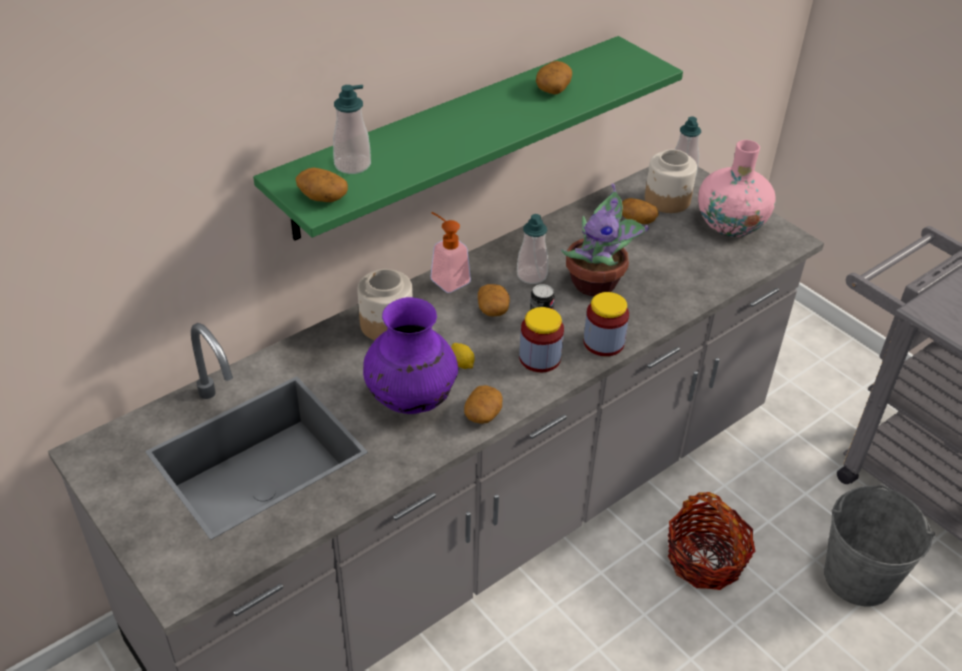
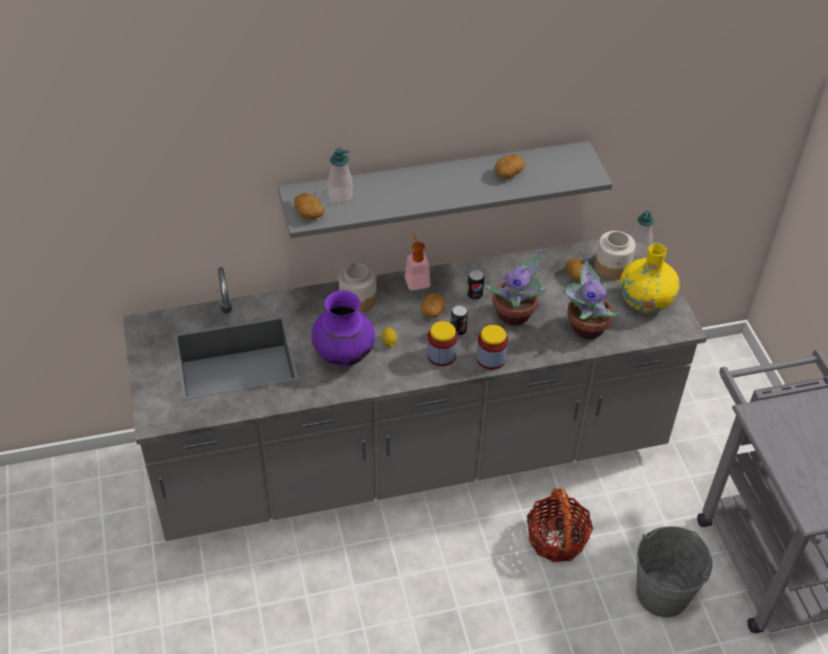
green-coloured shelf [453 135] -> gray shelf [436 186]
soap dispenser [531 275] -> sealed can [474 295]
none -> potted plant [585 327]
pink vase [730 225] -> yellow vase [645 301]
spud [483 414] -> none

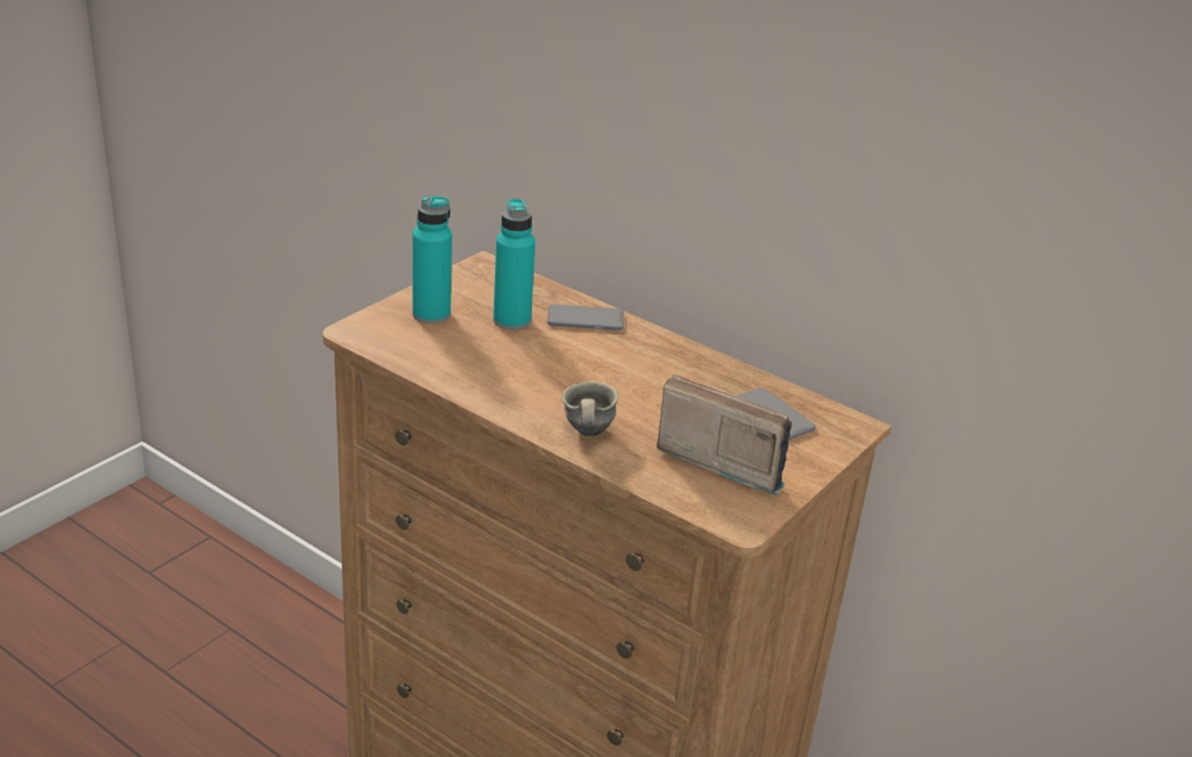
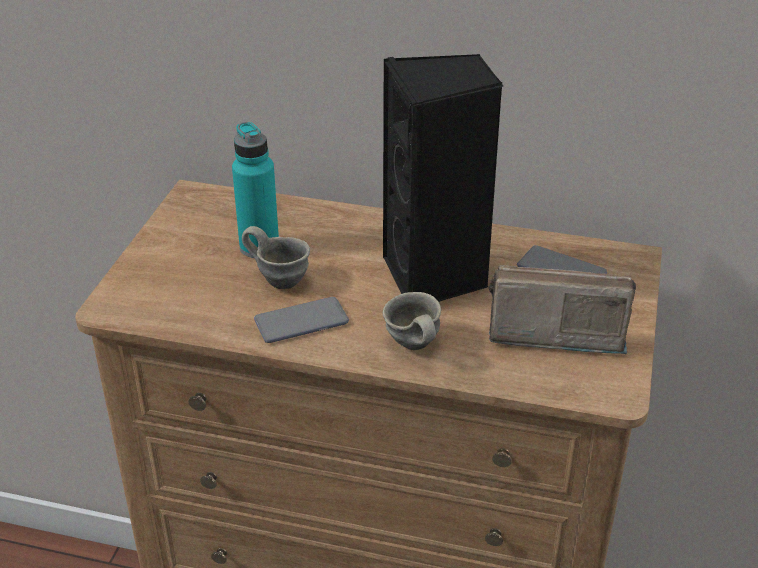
none -> gray mug [281 279]
handset [585 319] -> handset [301 322], relocated
none -> blackish audio speaker [435 278]
turquoise beverage bottle [431 315] -> none

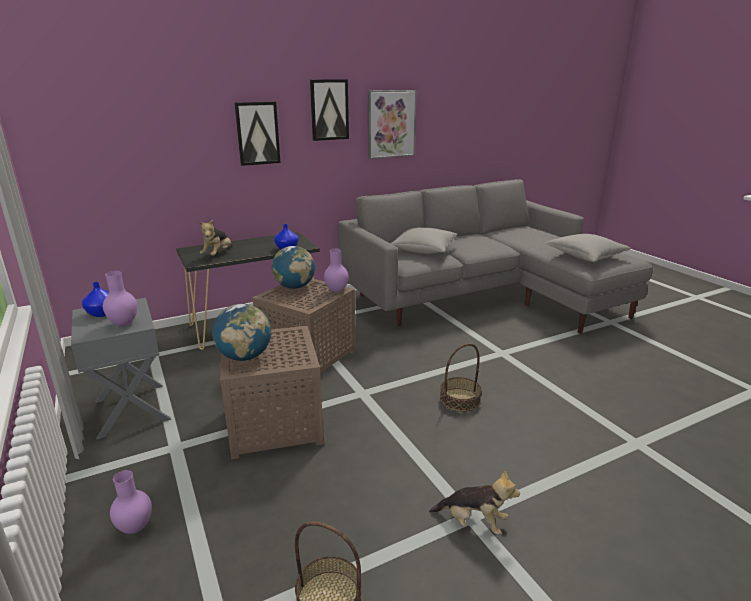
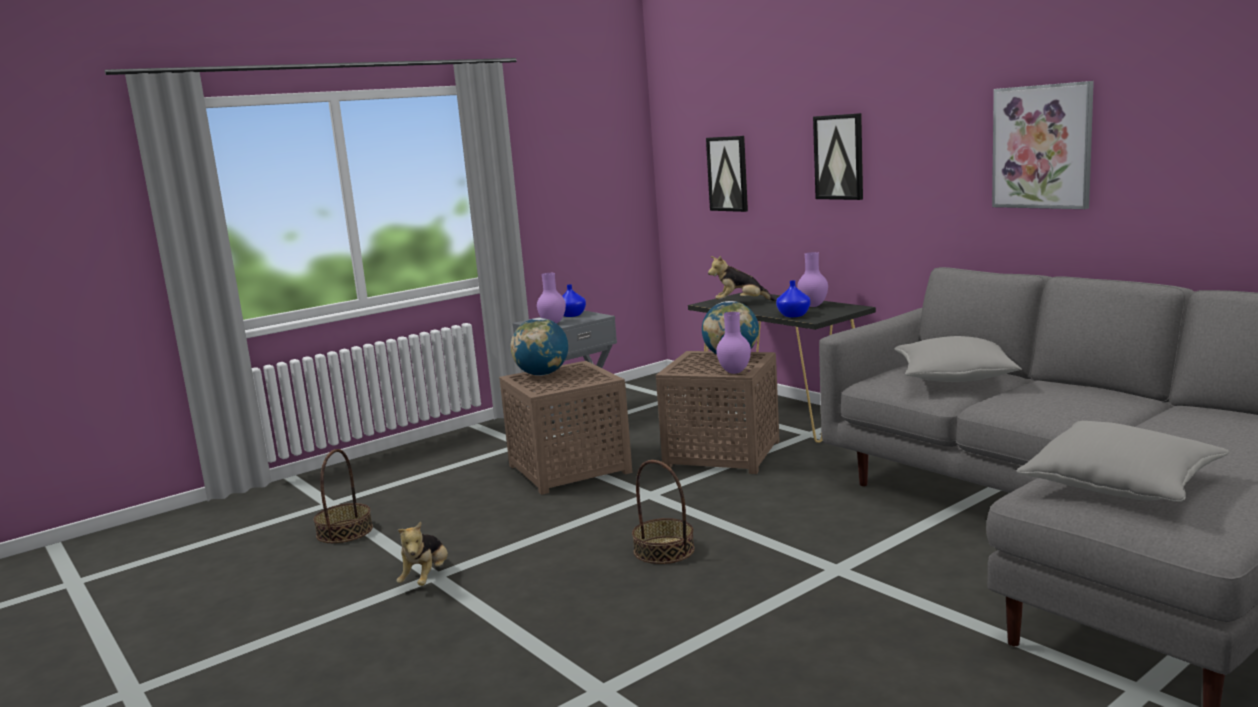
picture [329 110] -> picture [728 173], relocated
purple vase [135 527] -> purple vase [813 306], relocated

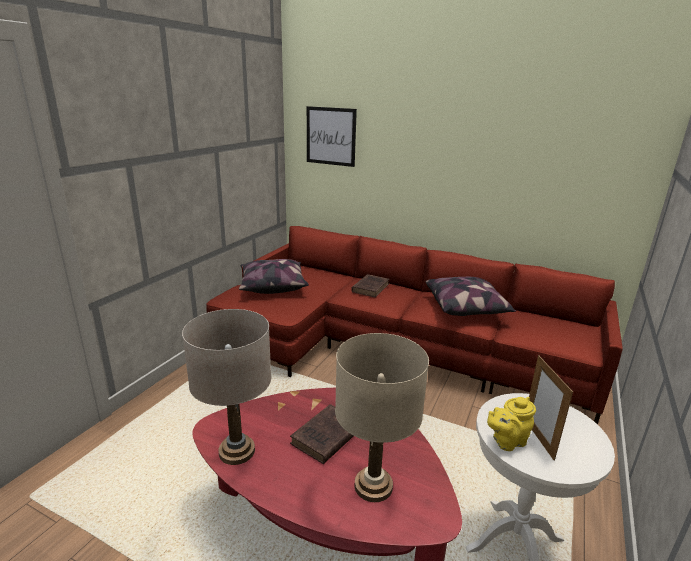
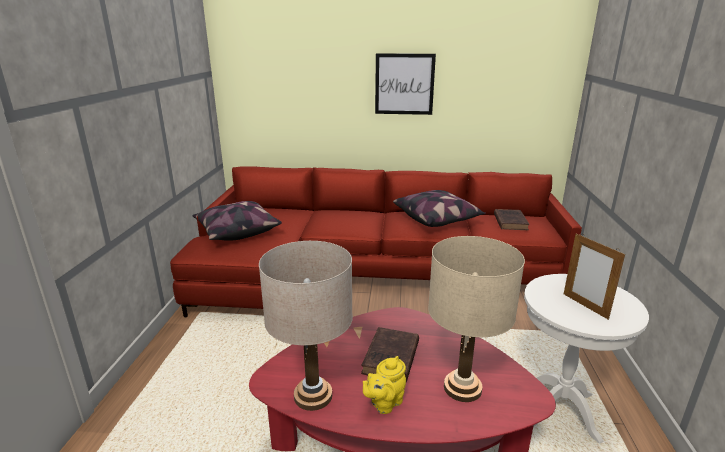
yellow pot for tea [506 441] -> yellow pot for tea [384 403], relocated
picture [331 136] -> picture [404 84], relocated
brown-coloured book [371 287] -> brown-coloured book [510 221], relocated

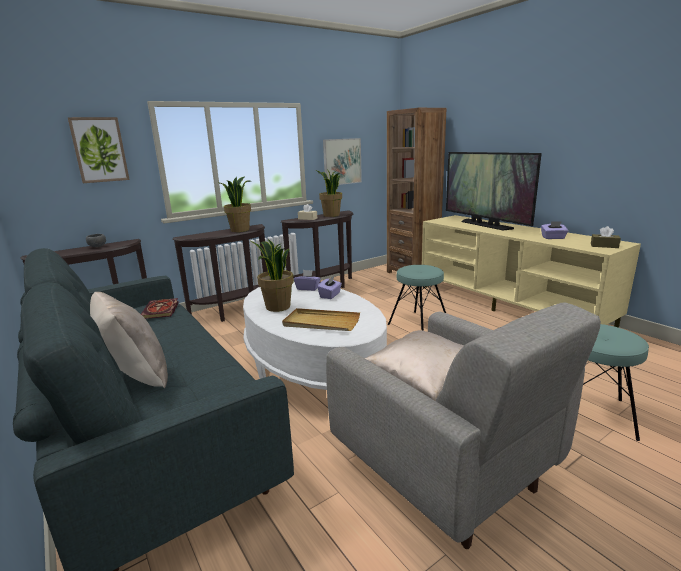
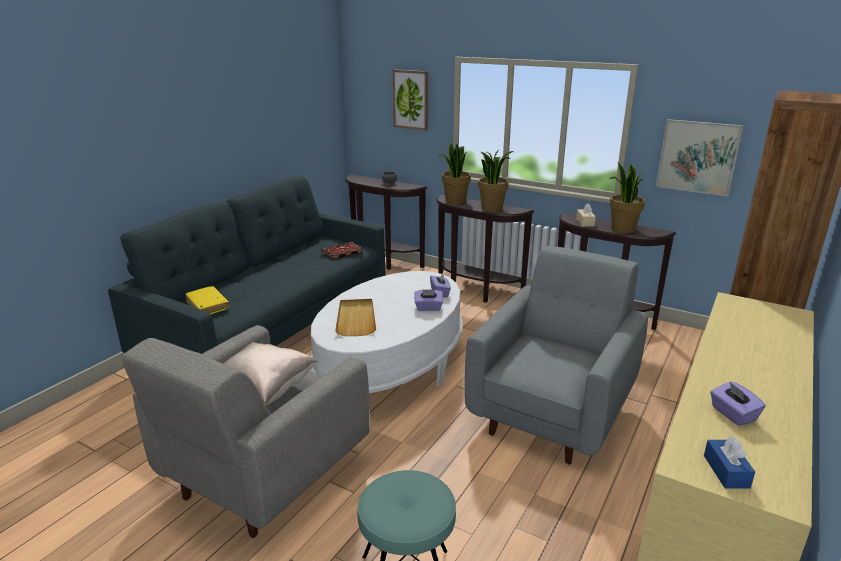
none -> yellow book [208 306]
potted plant [277 307] -> potted plant [455 201], relocated
turquoise stool seat [418 324] -> gray armchair [553 413]
brown-coloured tissue box [604 246] -> bluish tissue box [726 471]
sand-coloured throw pillow [136 375] -> none
television [485 225] -> none

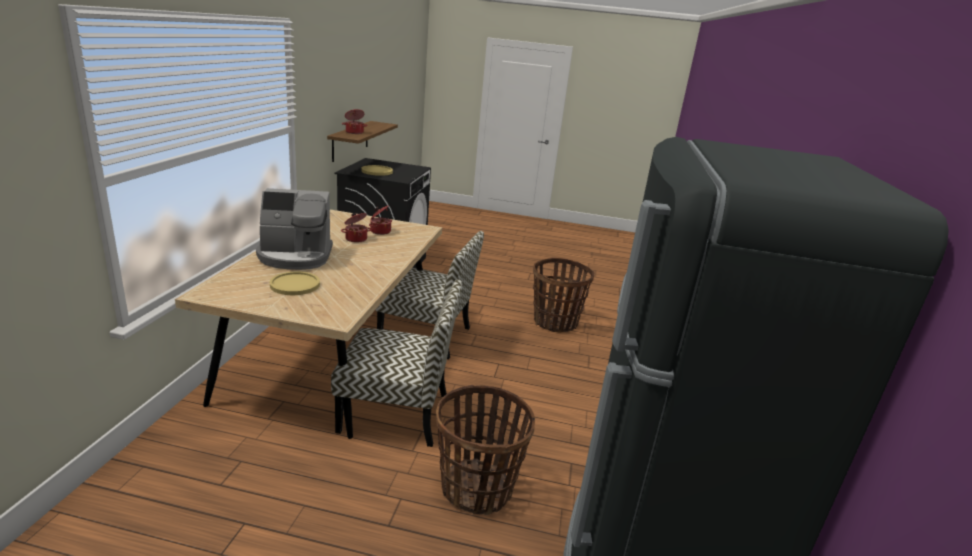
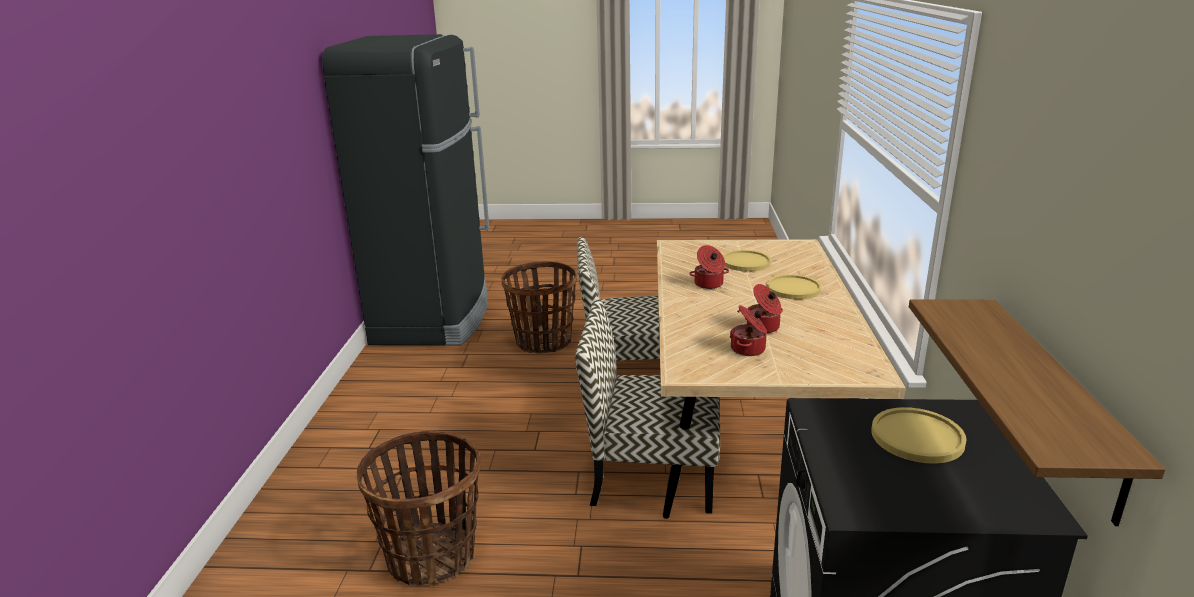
saucepot [354 132] -> saucepot [709 284], relocated
coffee maker [295 256] -> yellow dinner plate [793 288]

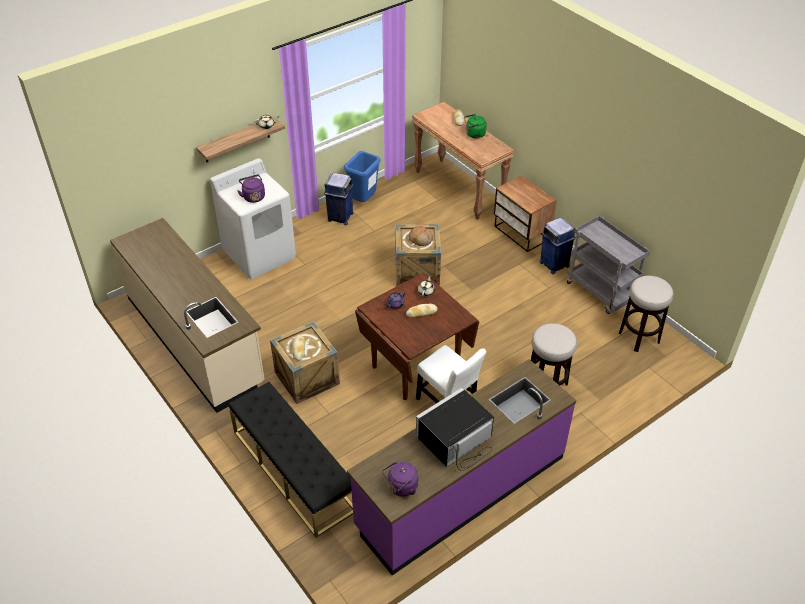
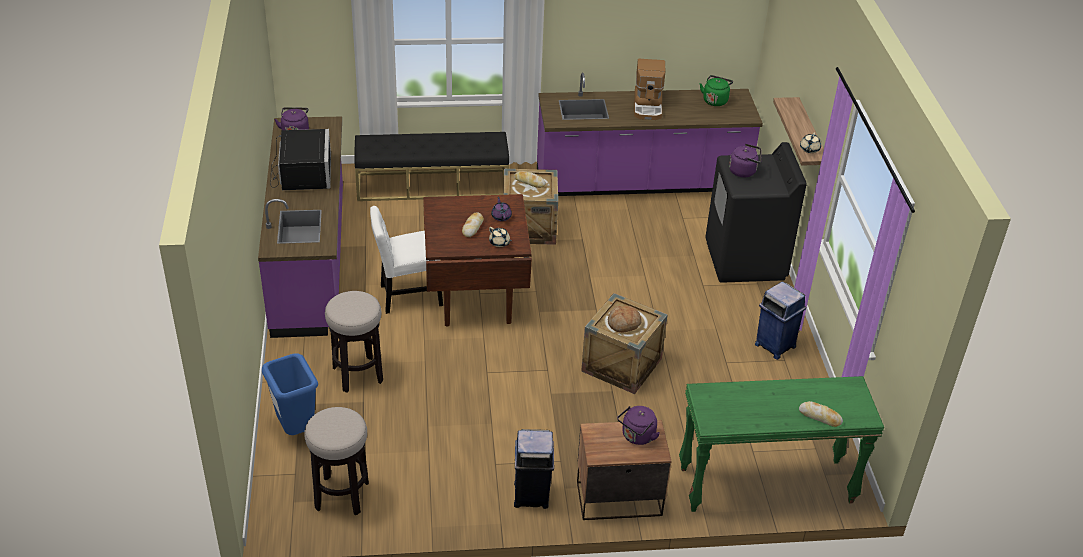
bluish trash can [363 201] -> bluish trash can [296 430], relocated
sand-coloured counter [195 340] -> purple counter [641 183]
none -> purple tea kettle [637 437]
none -> coffee maker [648 106]
brown-coloured narrow table [459 188] -> green-coloured narrow table [765 486]
green-coloured tea kettle [474 134] -> green-coloured tea kettle [715 100], relocated
whitish laundry appliance [260 254] -> blackish laundry appliance [745 260]
gray cart [601 292] -> none

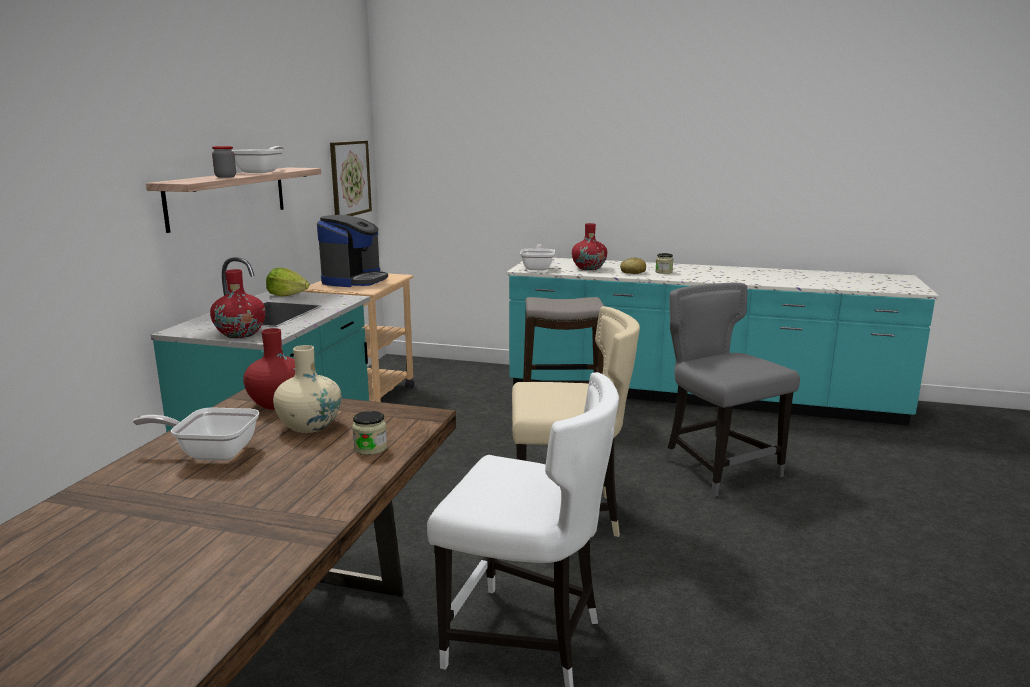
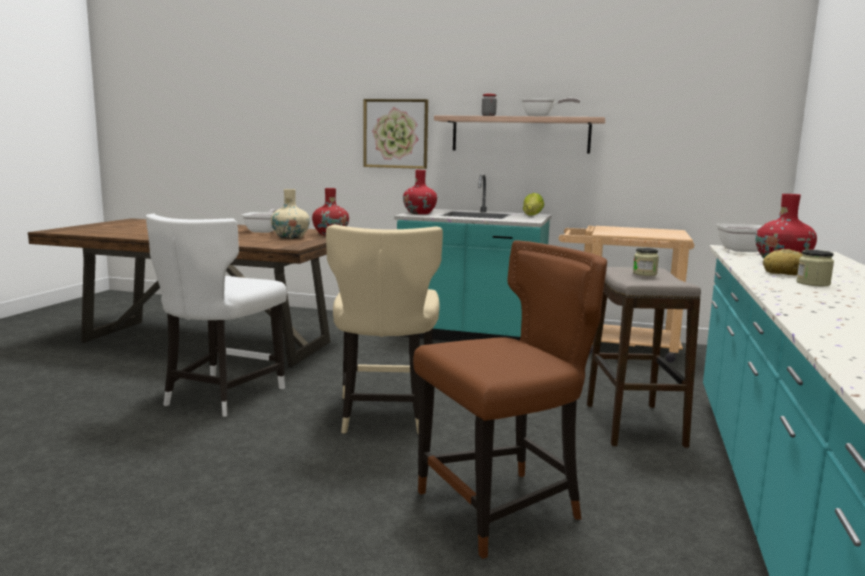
picture [350 178] -> picture [395 133], relocated
gray upright chair [718 468] -> brown-coloured upright chair [503 508]
jar [370 448] -> jar [644 274], relocated
coffee maker [354 280] -> none

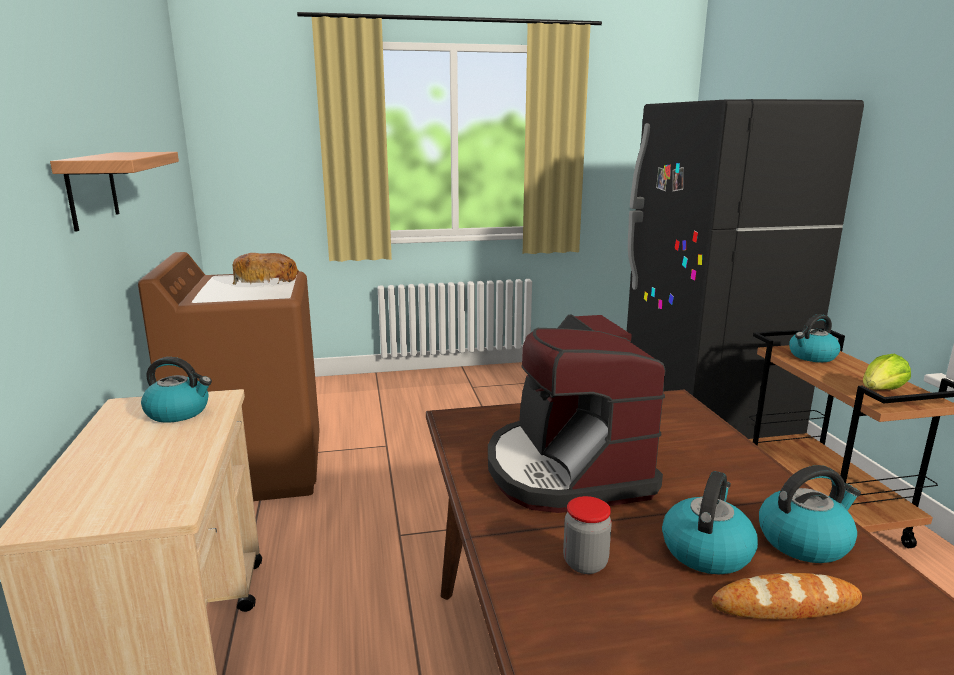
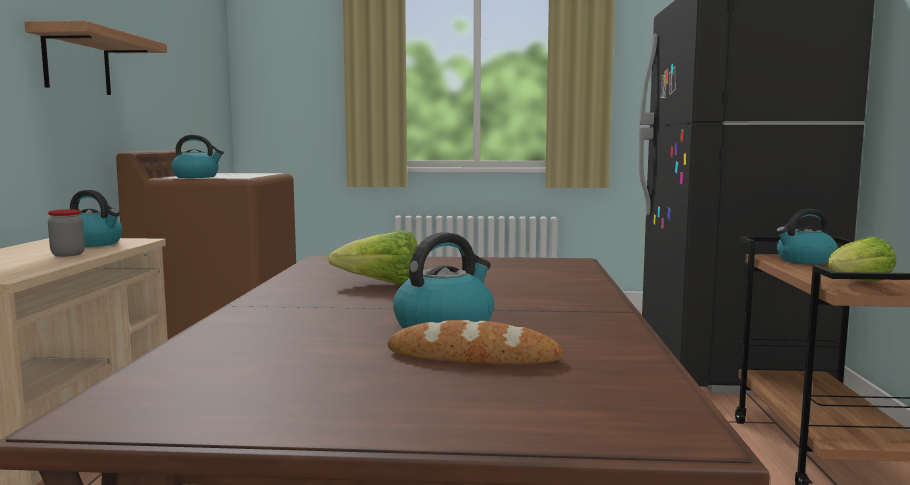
jar [585 563] -> jar [68 254], relocated
tea kettle [804 541] -> tea kettle [197 177], relocated
coffee maker [566 470] -> head of lettuce [382 285]
bread [265 281] -> none

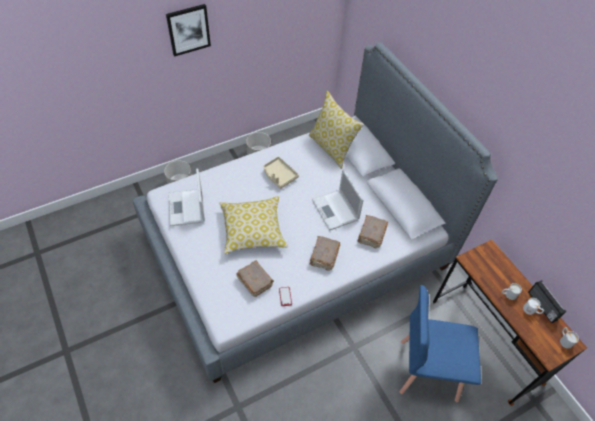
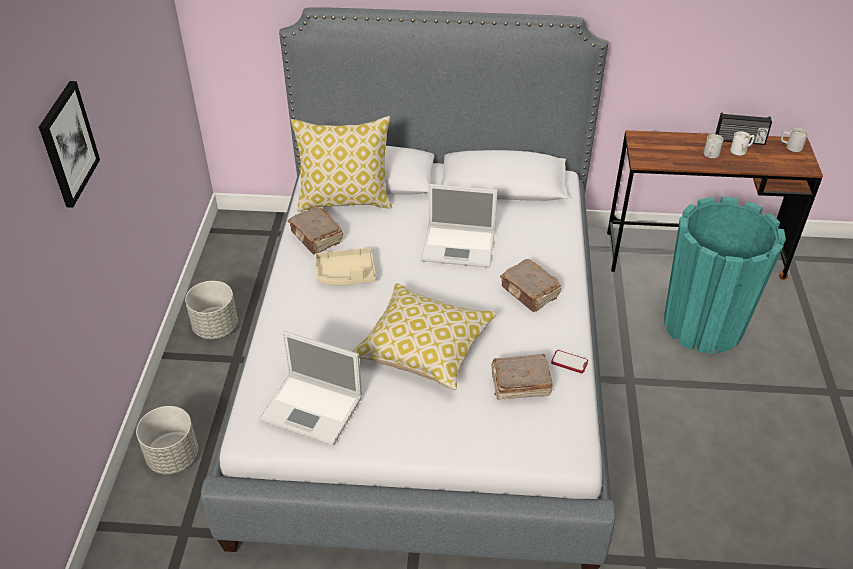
brown-coloured book [371 235] -> brown-coloured book [316 238], relocated
bluish upright chair [427 369] -> turquoise planter [703 325]

